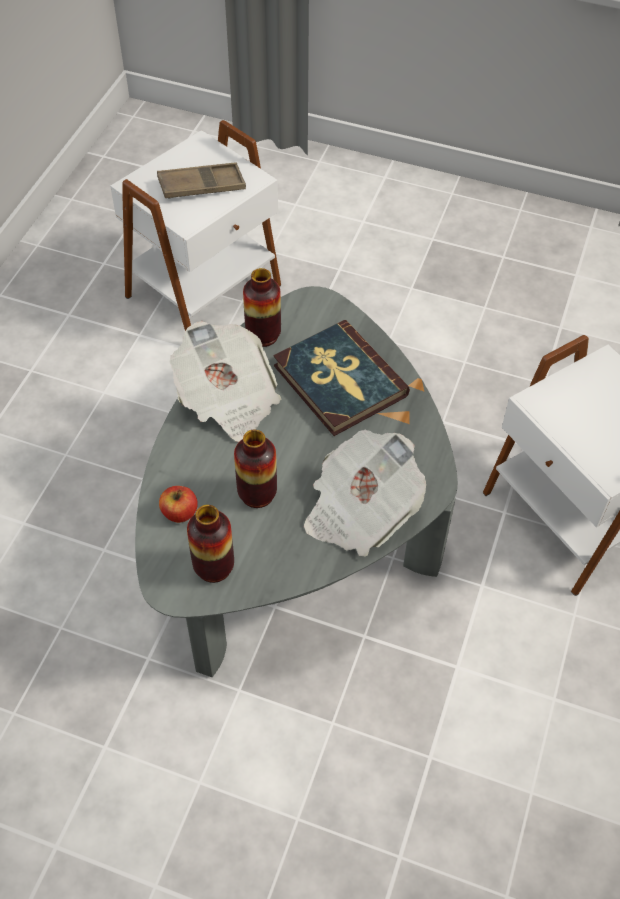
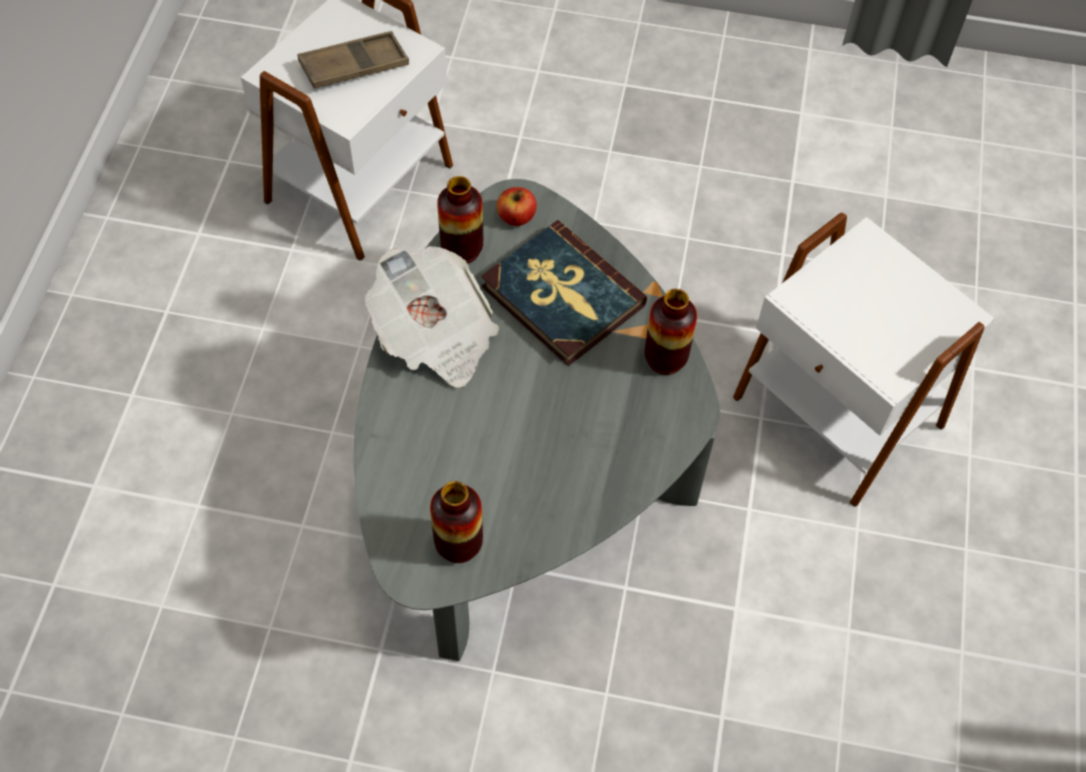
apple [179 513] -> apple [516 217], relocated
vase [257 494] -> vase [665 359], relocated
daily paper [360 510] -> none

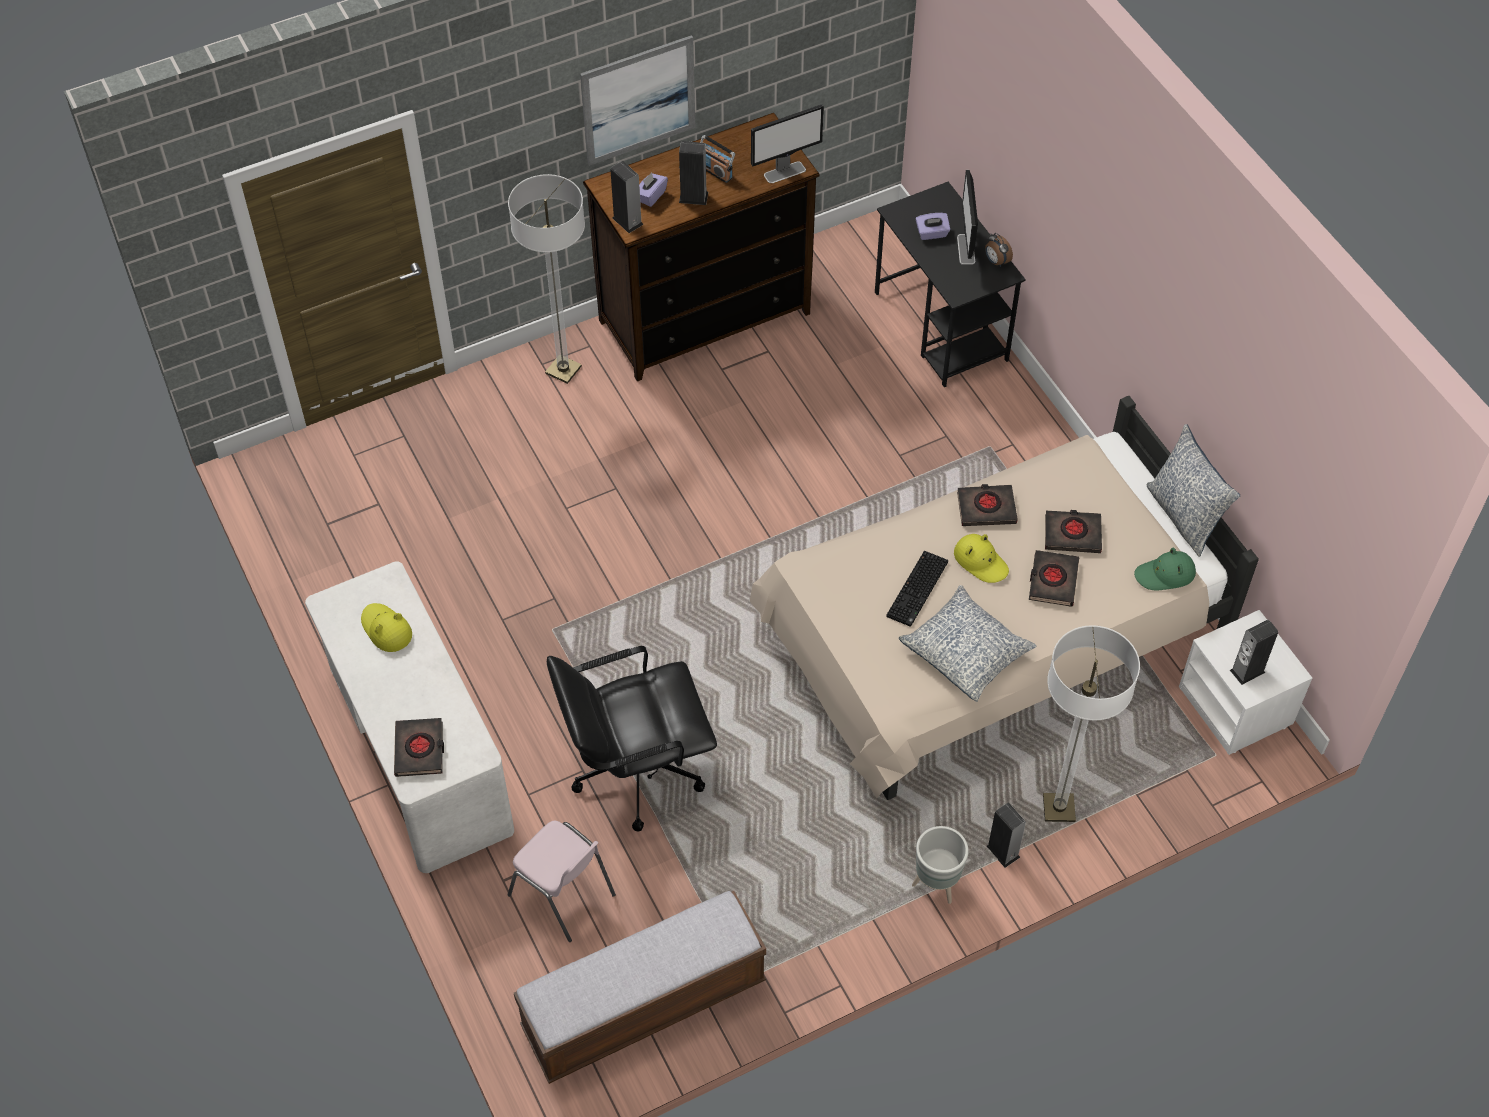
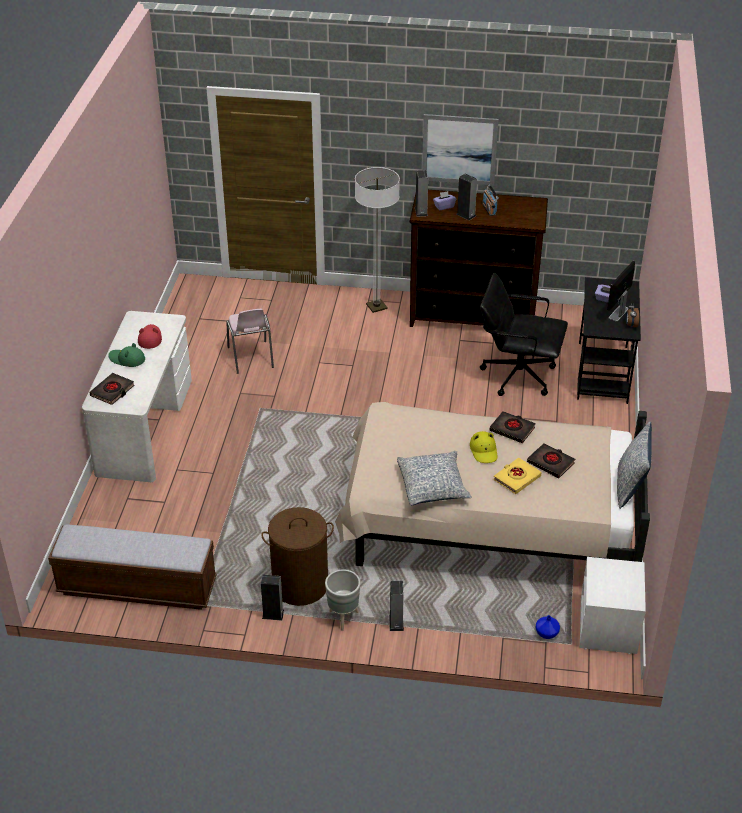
green-coloured hat [1165 574] -> green-coloured hat [127 359], relocated
yellow hat [386 629] -> reddish hat [150 338]
pink upright chair [562 895] -> pink upright chair [250 358], relocated
none -> brown-coloured laundry basket [300 585]
audio speaker [1247 671] -> audio speaker [273 614], relocated
blackish office chair [636 770] -> blackish office chair [517 375], relocated
blackish book [1052 581] -> yellow book [516 478]
none -> bluish vase [546 633]
computer display [785 172] -> none
keyboard [918 590] -> none
standard lamp [1059 808] -> none

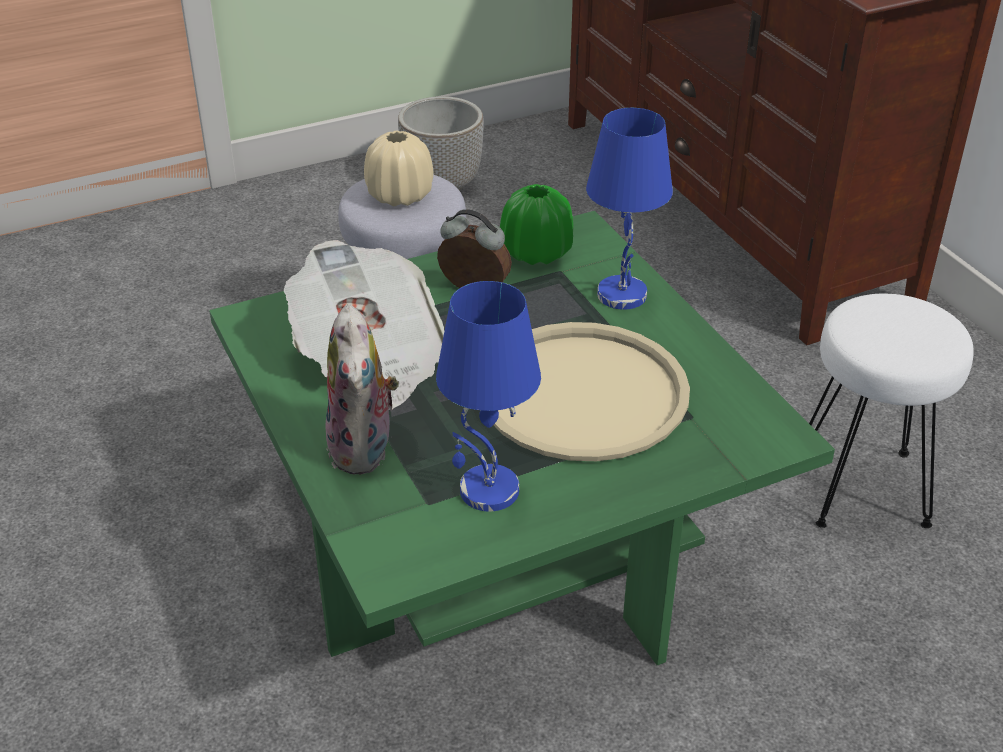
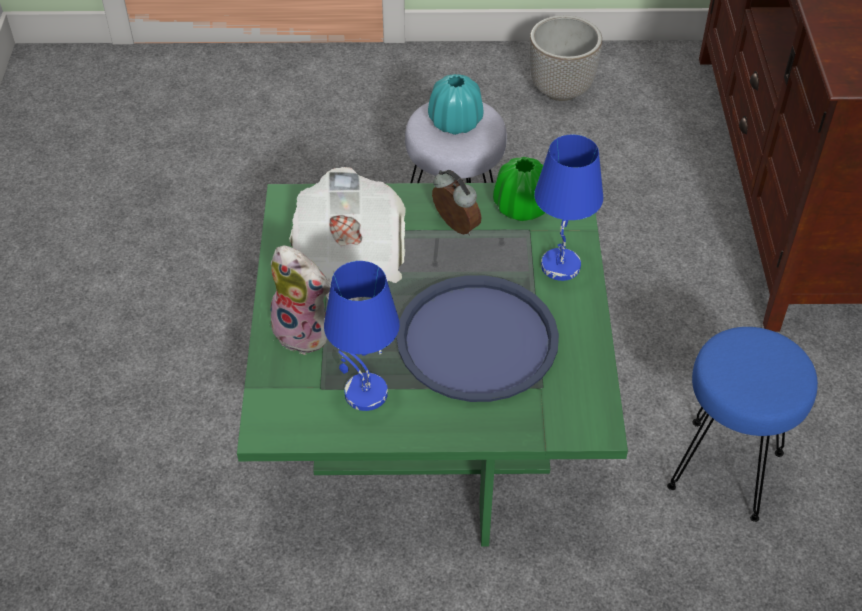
soft toy [365 449] -> soft toy [305 332], 75 degrees counterclockwise
sand-coloured serving tray [582 393] -> bluish serving tray [477 340]
sand-coloured vase [399 195] -> turquoise vase [455 123]
whitish stool seat [862 486] -> bluish stool seat [726 468]

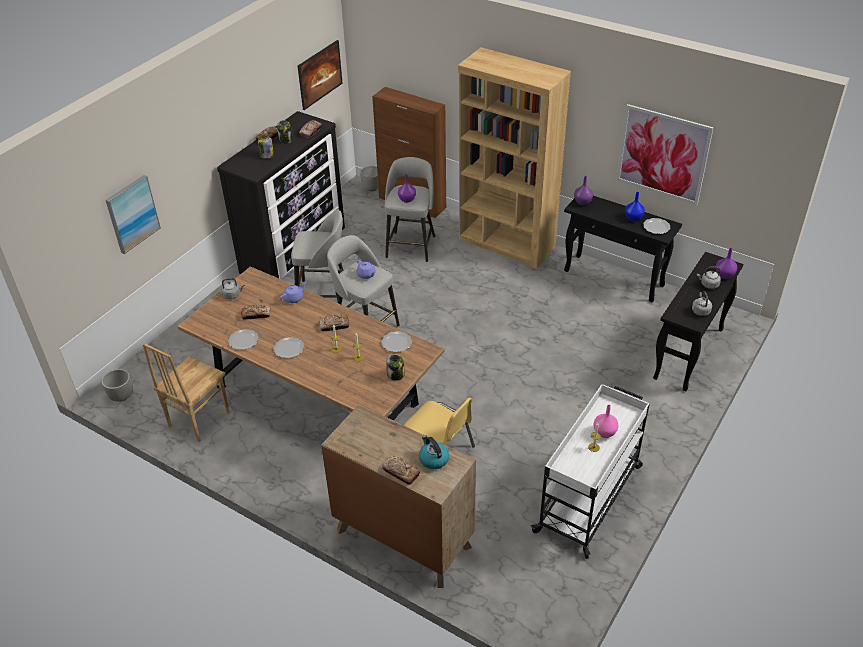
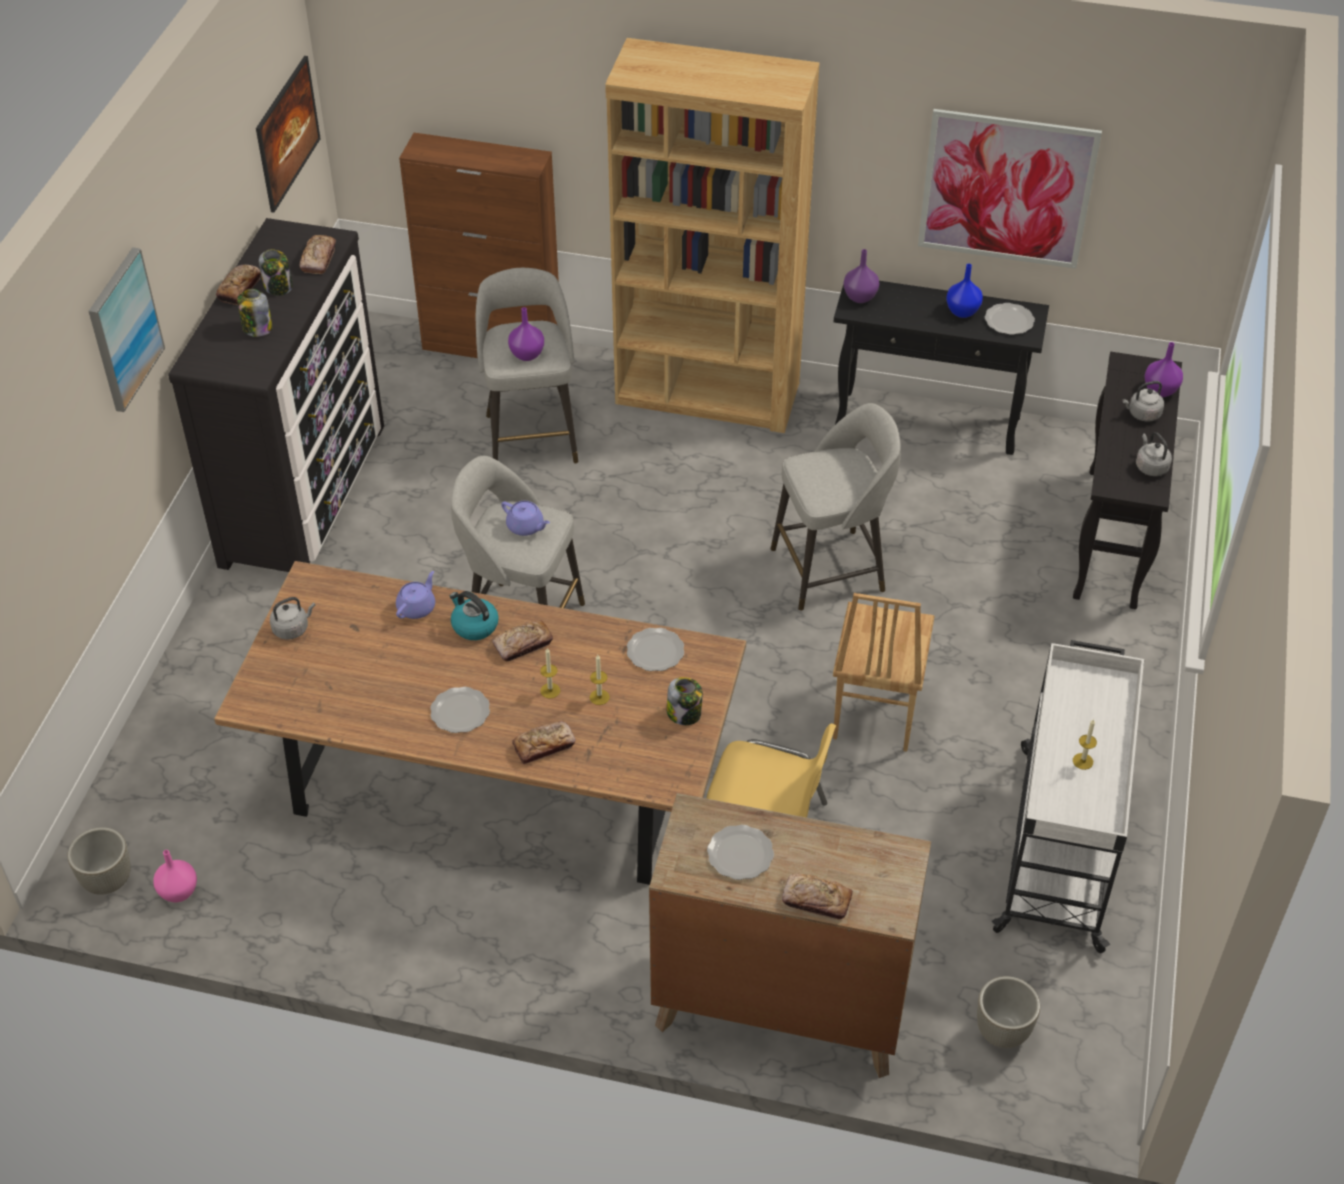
picture [132 214] -> picture [124 329], relocated
pink vase [604 432] -> pink vase [178 891], relocated
tea kettle [433 459] -> tea kettle [474 626], relocated
bread [256 314] -> bread [544 746], relocated
dinner plate [244 340] -> dinner plate [740 853], relocated
gray stool seat [323 295] -> gray stool seat [831 569], relocated
brown-coloured upright chair [198 419] -> brown-coloured upright chair [873 713], relocated
gray planter [372 188] -> gray planter [1002 1032], relocated

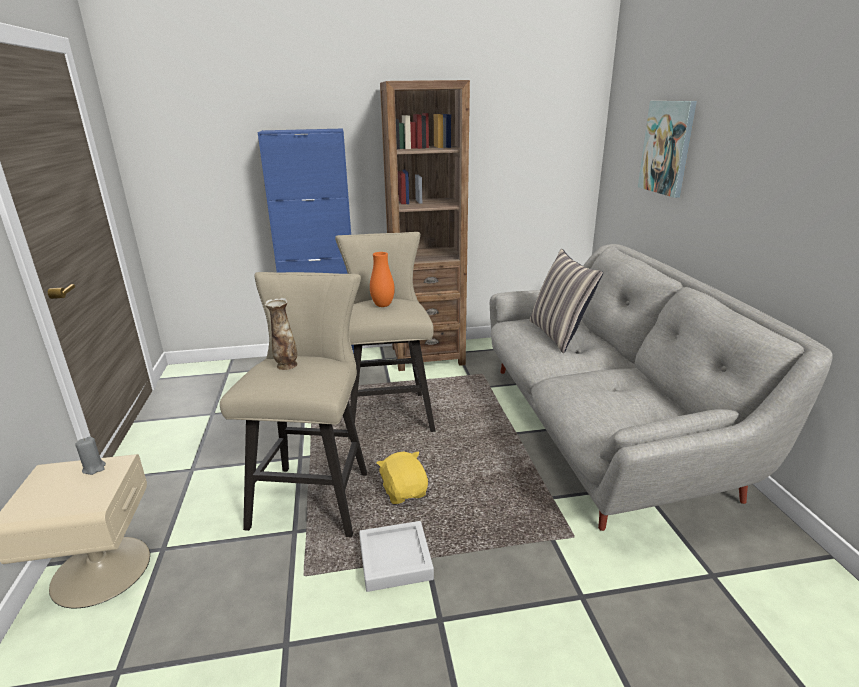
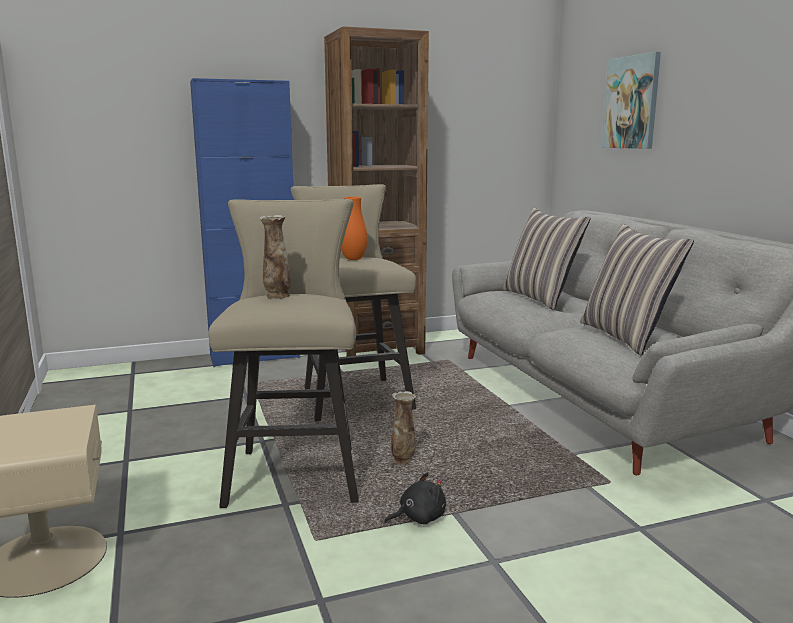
gray serving tray [395 560] -> blackish soft toy [419 518]
yellow soft toy [404 491] -> vase [403 461]
none -> throw pillow [626 337]
gray candle [94 468] -> none

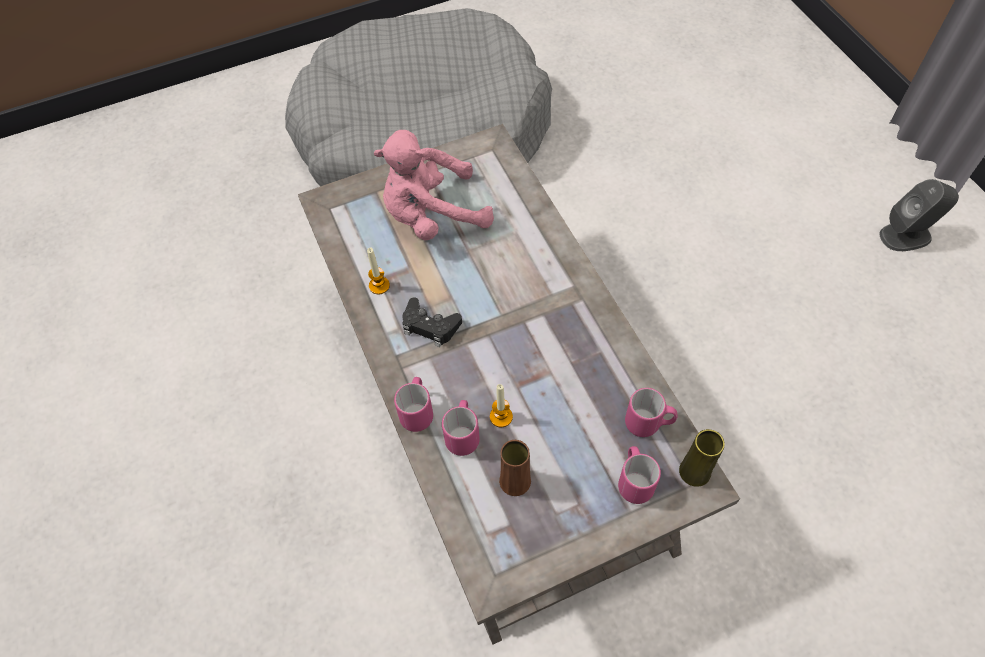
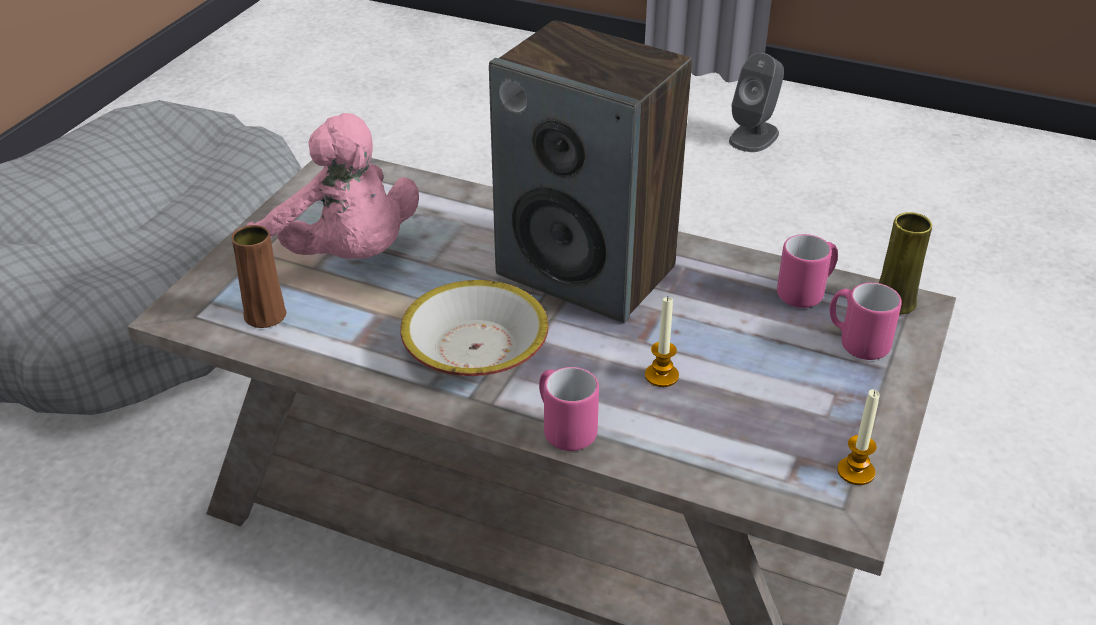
brown-coloured vase [515 481] -> brown-coloured vase [265 315], relocated
pink soft toy [432 215] -> pink soft toy [345 256], 75 degrees counterclockwise
blackish gamepad [430 326] -> bowl [475 349]
none -> audio speaker [588 271]
candle [379 286] -> candle [855 472], relocated
pink mug [463 434] -> none

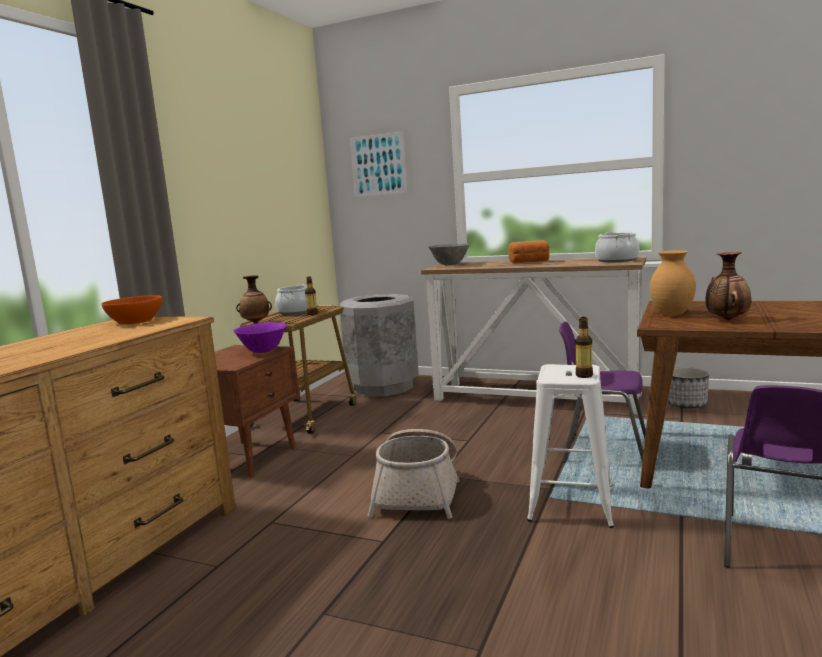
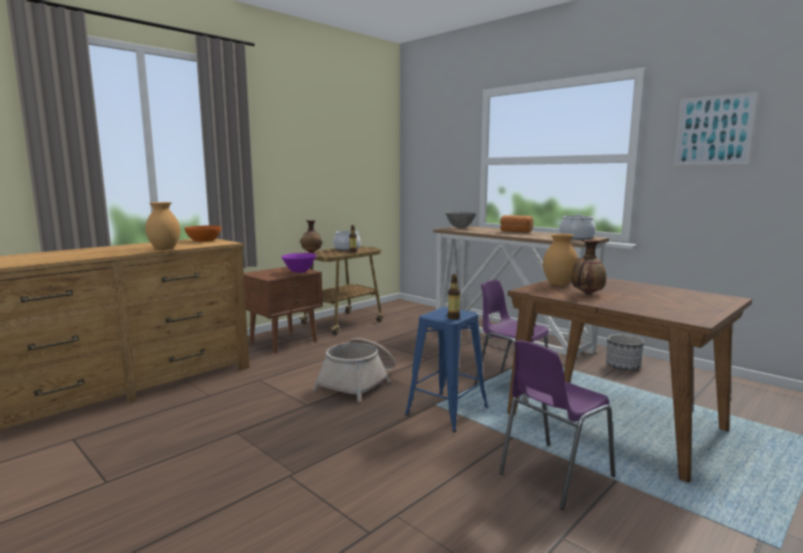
none -> brown-coloured vase [164 249]
whitish stool seat [571 502] -> bluish stool seat [447 411]
picture [378 165] -> picture [713 130], relocated
gray trash can [382 387] -> none

